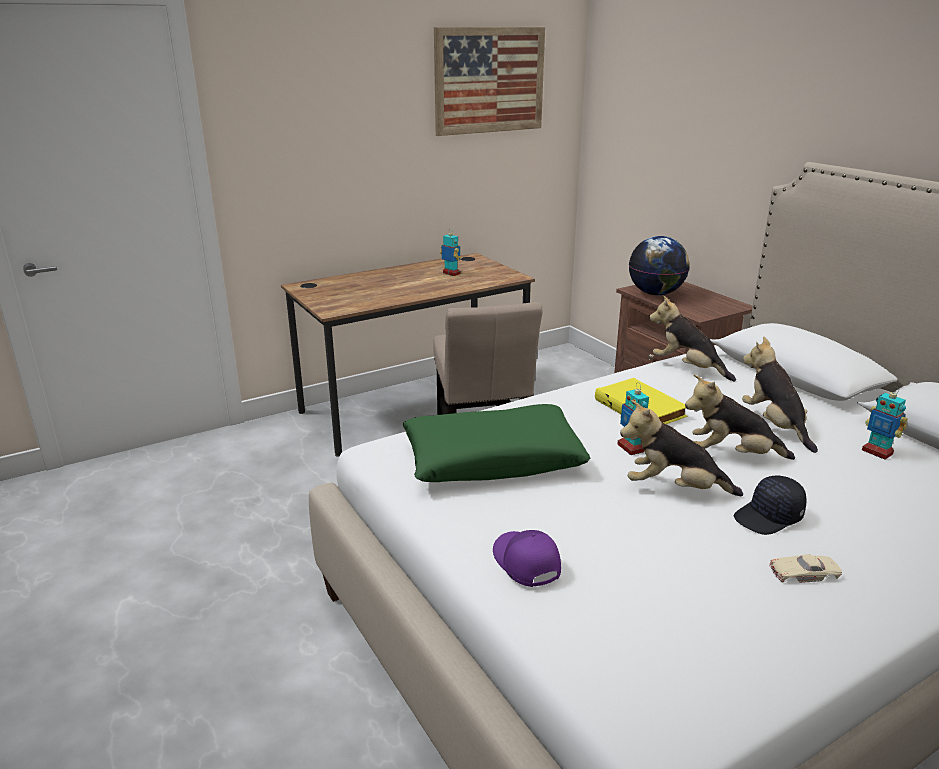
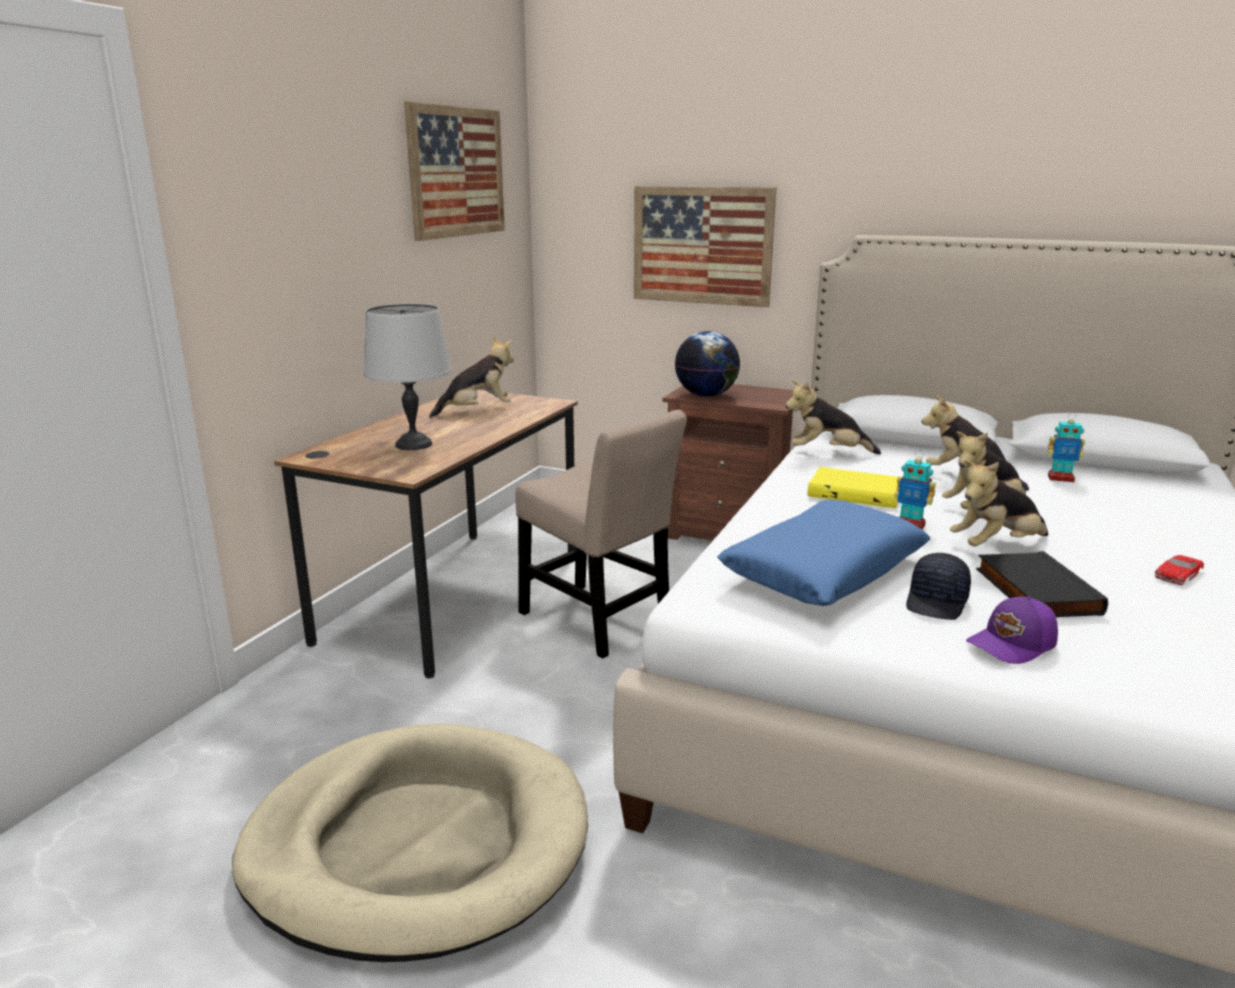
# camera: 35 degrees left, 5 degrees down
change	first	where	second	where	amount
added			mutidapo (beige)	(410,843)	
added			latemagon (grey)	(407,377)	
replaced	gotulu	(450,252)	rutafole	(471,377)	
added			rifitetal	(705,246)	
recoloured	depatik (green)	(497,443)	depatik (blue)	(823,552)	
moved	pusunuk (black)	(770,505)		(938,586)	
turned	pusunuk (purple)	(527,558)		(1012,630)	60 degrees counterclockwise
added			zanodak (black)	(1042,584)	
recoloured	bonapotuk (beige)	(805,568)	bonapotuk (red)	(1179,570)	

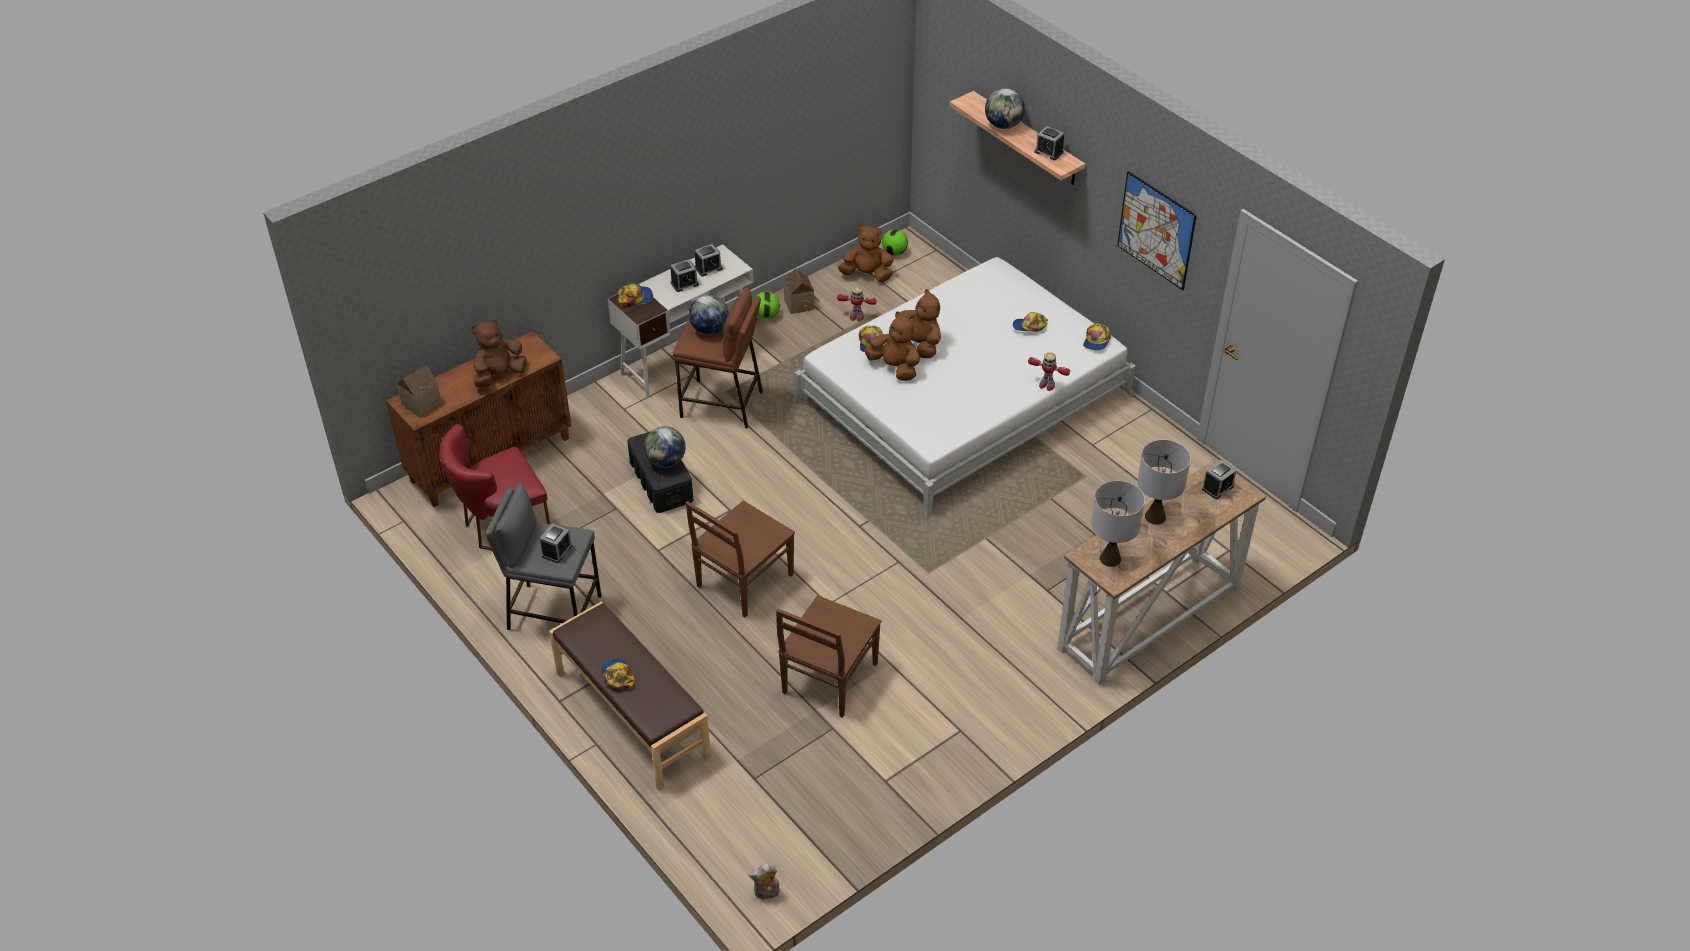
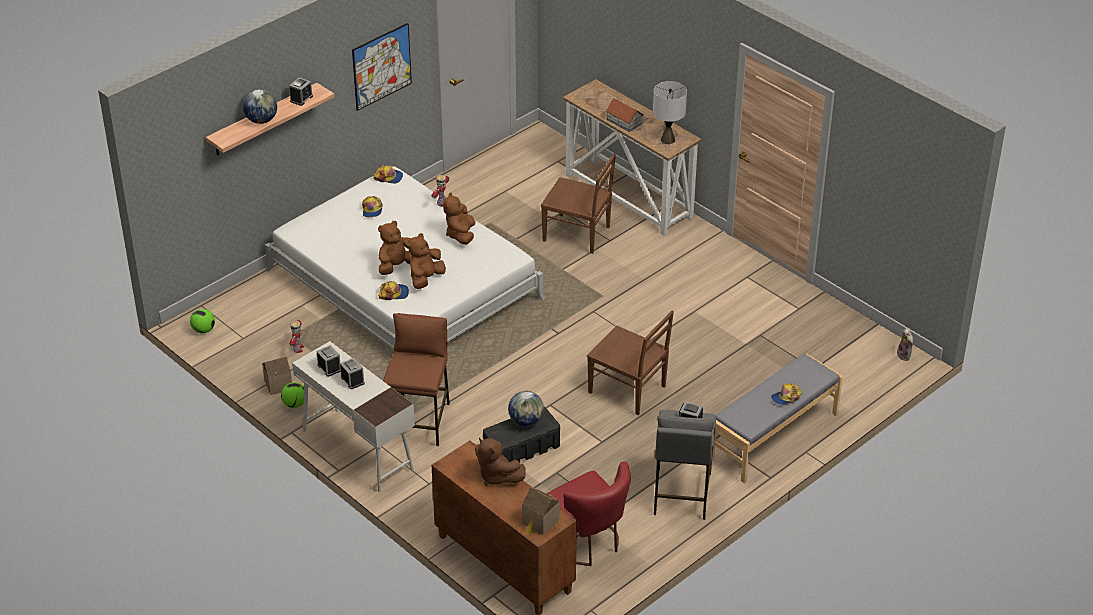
# camera: 95 degrees left, 5 degrees down
change	first	where	second	where	amount
moved	rutafole (brown)	(865,253)		(459,218)	
moved	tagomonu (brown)	(828,656)		(578,203)	
replaced	latemagon (grey)	(1164,482)	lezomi	(625,115)	
recoloured	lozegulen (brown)	(630,696)	lozegulen (grey)	(777,418)	
removed	pusunuk	(635,295)			
removed	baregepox	(709,314)			
removed	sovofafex	(1219,479)			

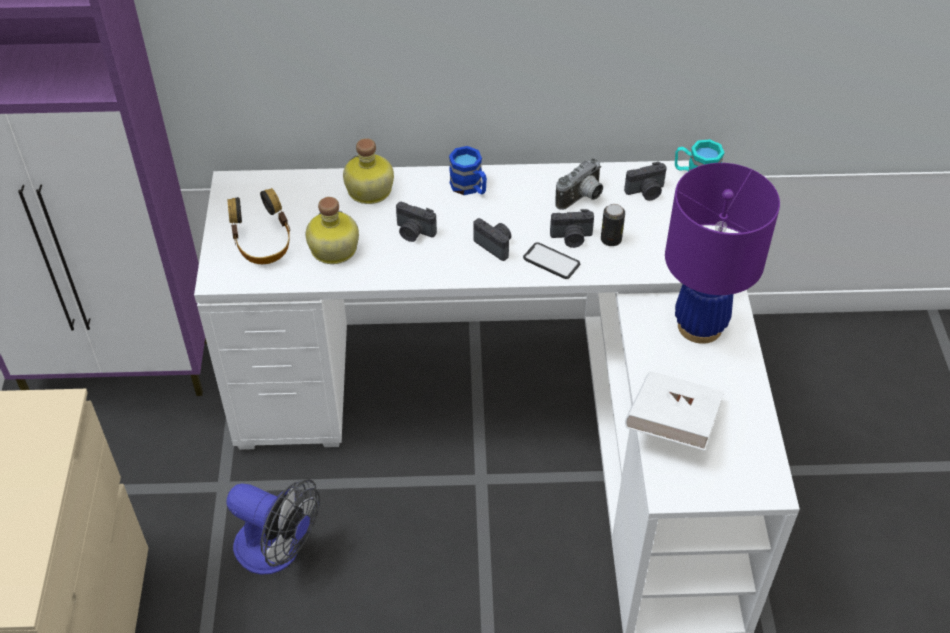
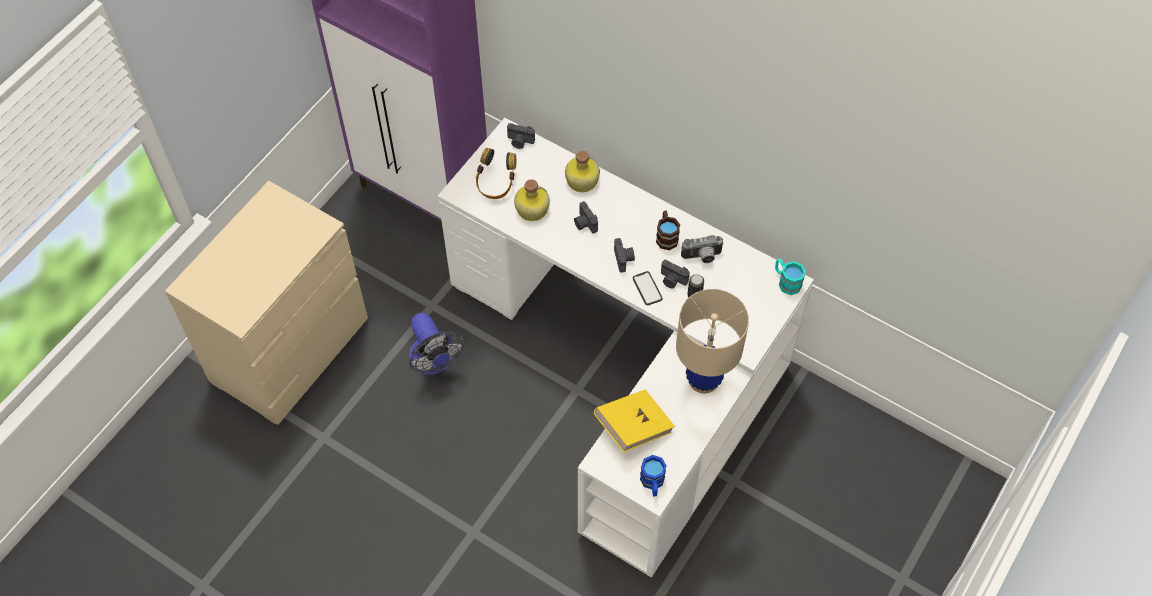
# camera: 35 degrees right, 10 degrees up
change	first	where	second	where	amount
moved	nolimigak	(645,181)		(521,136)	
recoloured	zanodak (white)	(674,411)	zanodak (yellow)	(634,420)	
moved	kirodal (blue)	(468,170)		(653,475)	
added			kirodal (brown)	(668,230)	
recoloured	latemagon (purple)	(722,253)	latemagon (beige)	(712,341)	

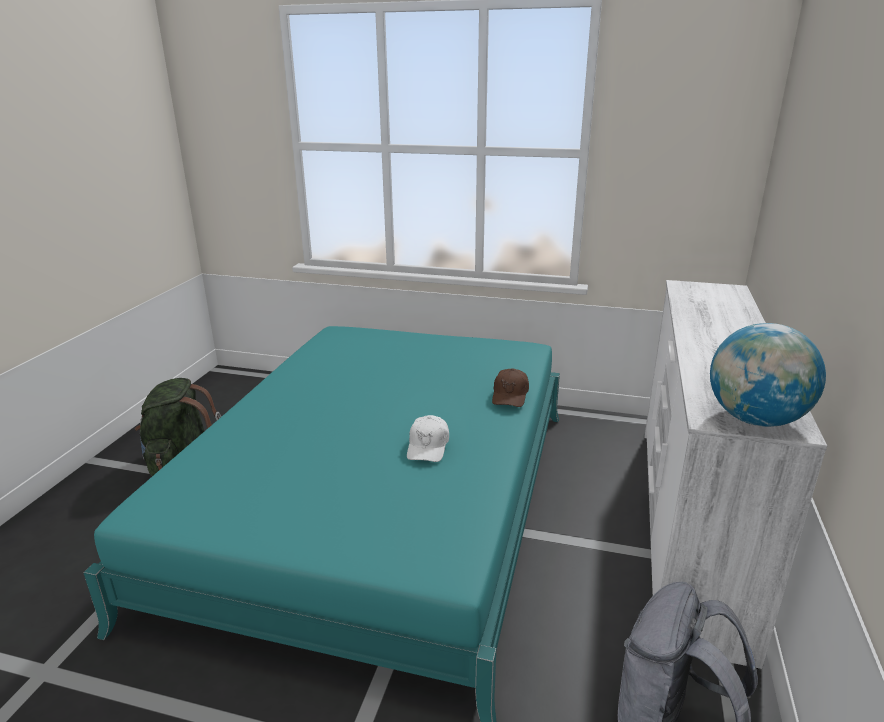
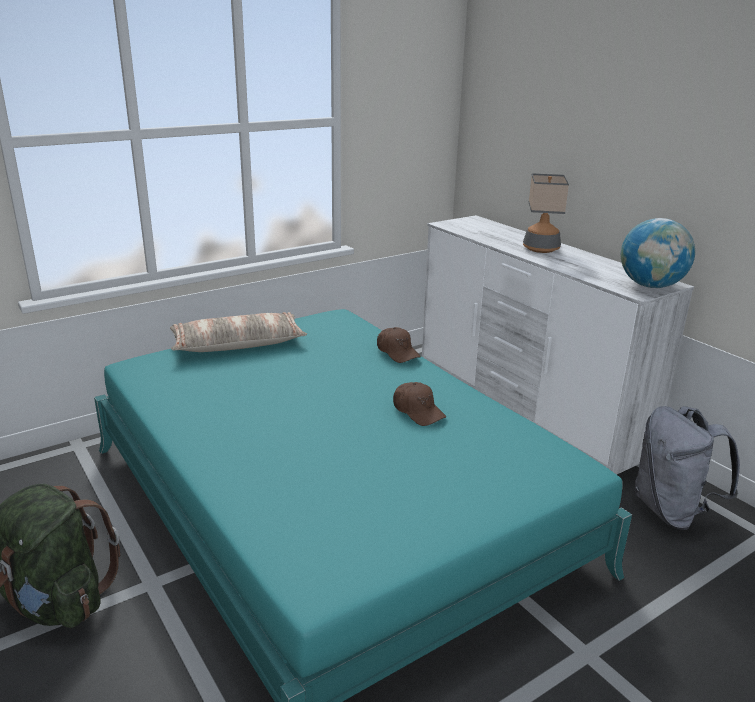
# camera: 50 degrees left, 0 degrees up
change	first	where	second	where	amount
added			depatik	(238,332)	
recoloured	pusunuk (white)	(428,438)	pusunuk (brown)	(419,404)	
added			latemagon	(546,213)	

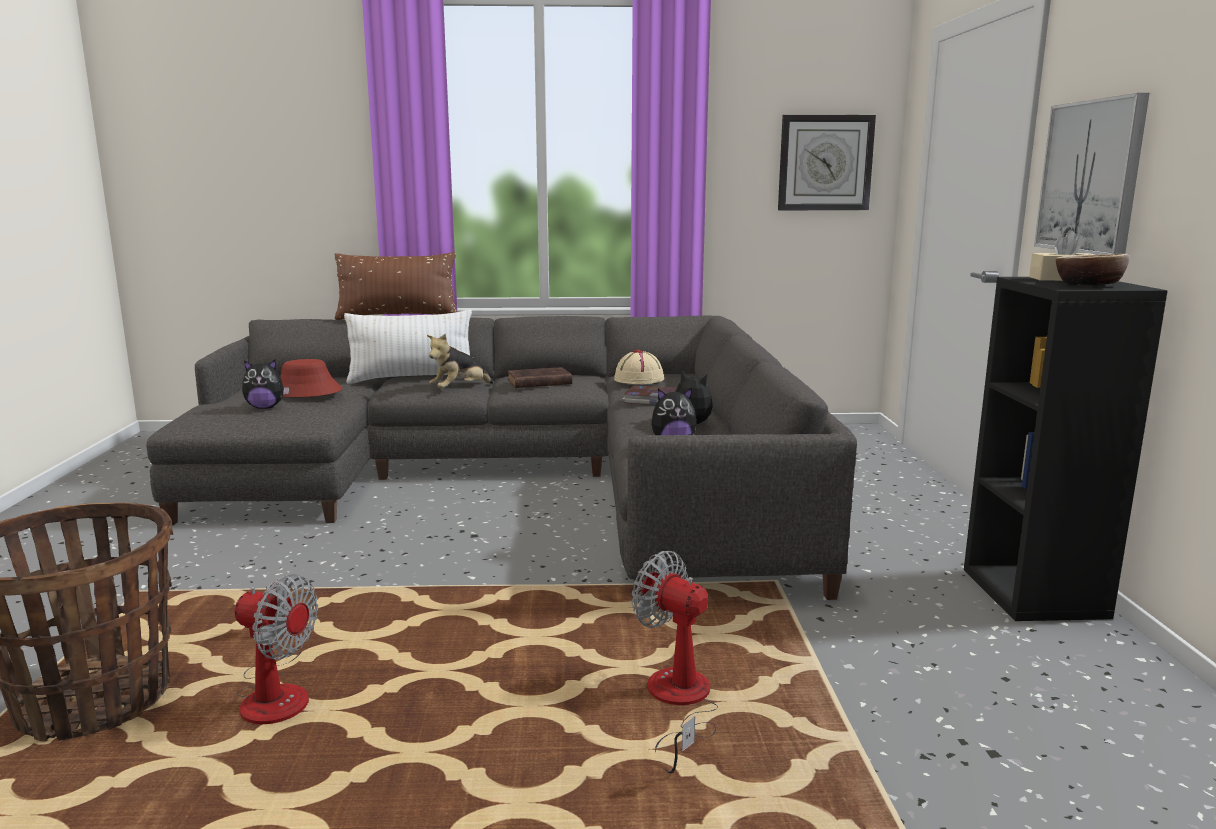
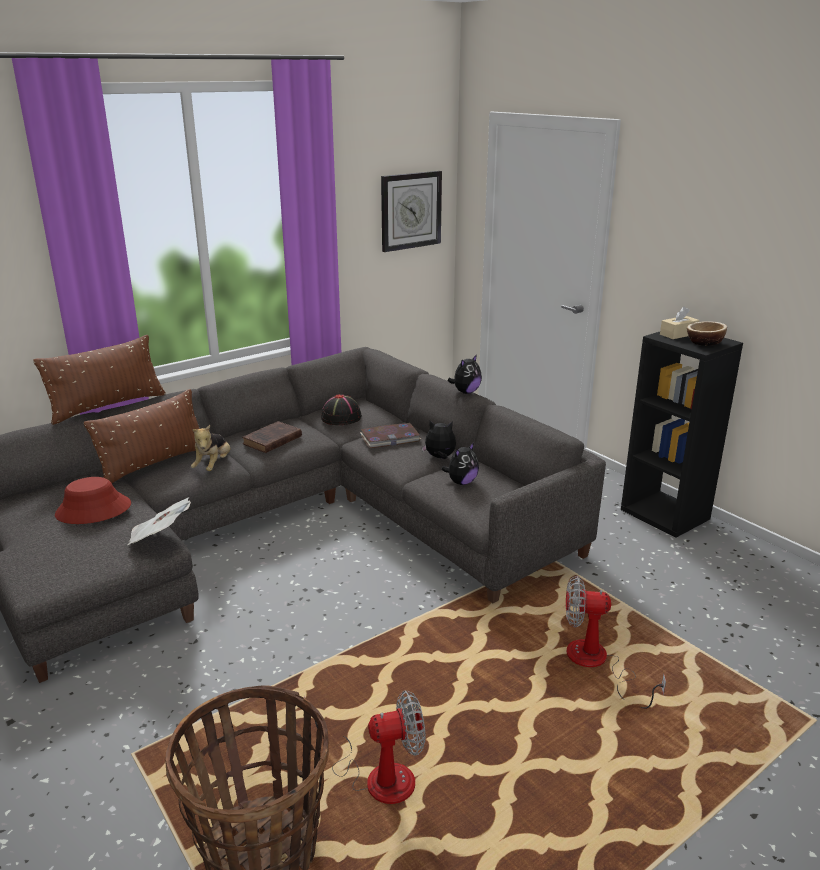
# camera: 35 degrees left, 10 degrees up
change	first	where	second	where	amount
recoloured	depatik (white)	(408,347)	depatik (brown)	(142,436)	
added			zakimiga	(159,521)	
recoloured	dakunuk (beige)	(639,367)	dakunuk (black)	(341,409)	
moved	rutafole	(265,384)		(464,374)	
removed	rifitetal	(1091,174)			

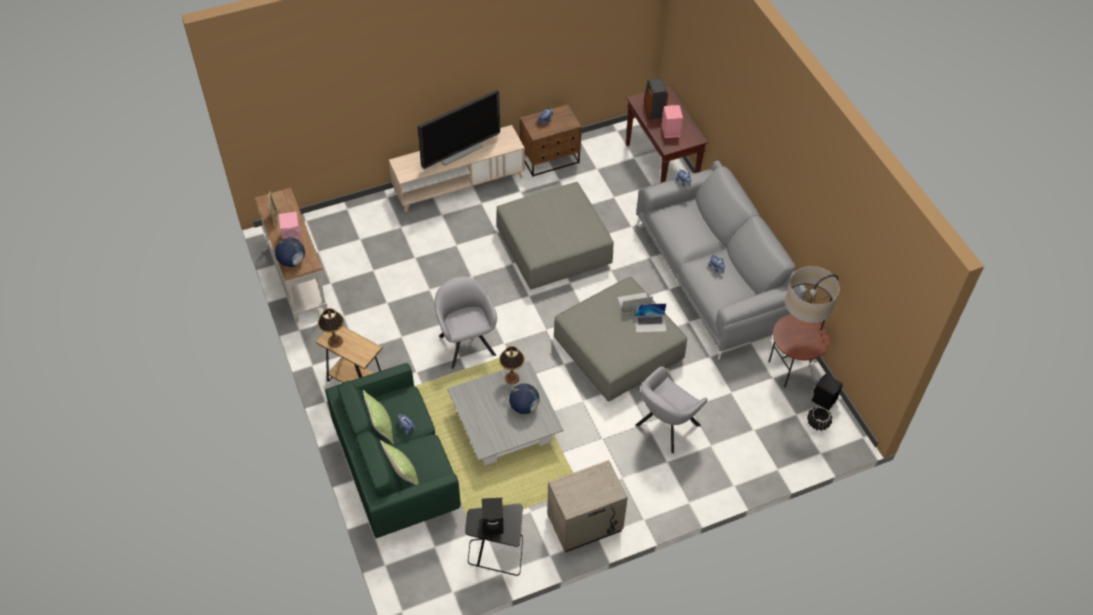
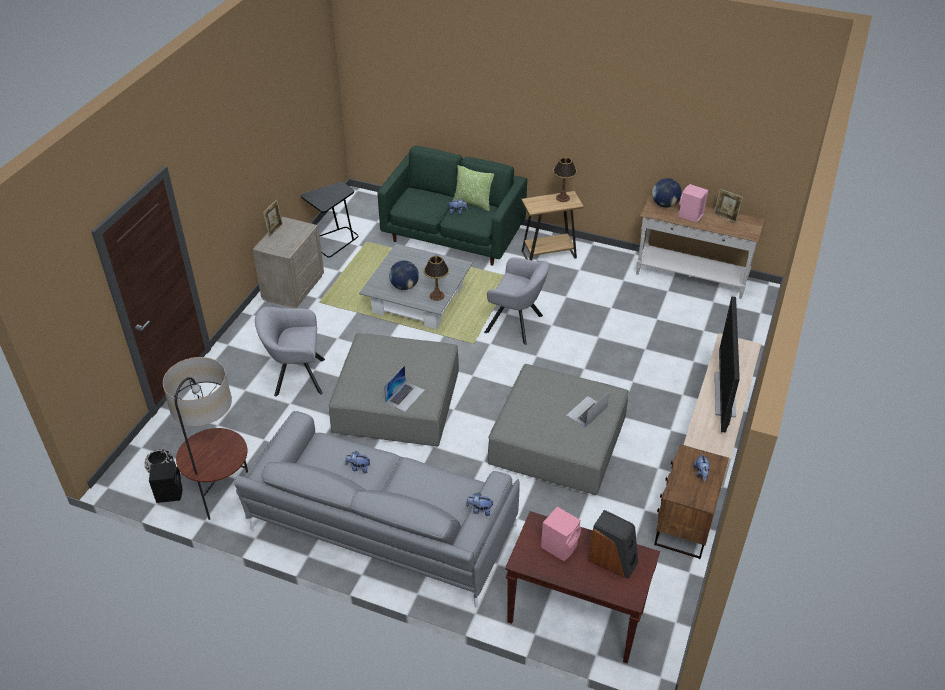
# camera: 135 degrees right, 10 degrees down
change	first	where	second	where	amount
turned	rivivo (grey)	(671,410)		(290,351)	90 degrees counterclockwise
added			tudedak	(273,218)	
moved	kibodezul	(650,317)		(587,409)	
removed	depatik	(399,462)			
removed	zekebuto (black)	(493,516)			

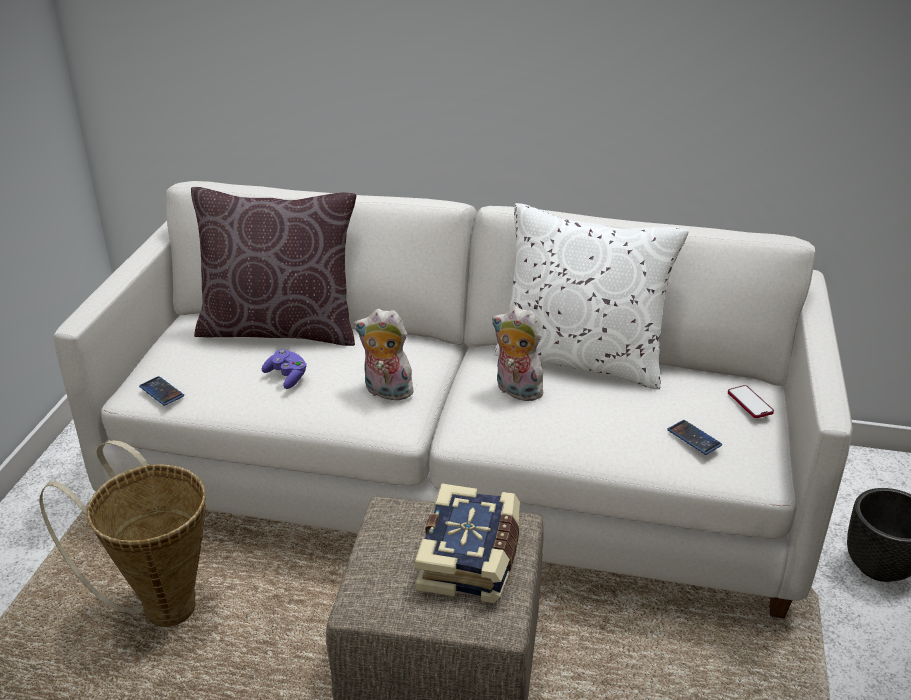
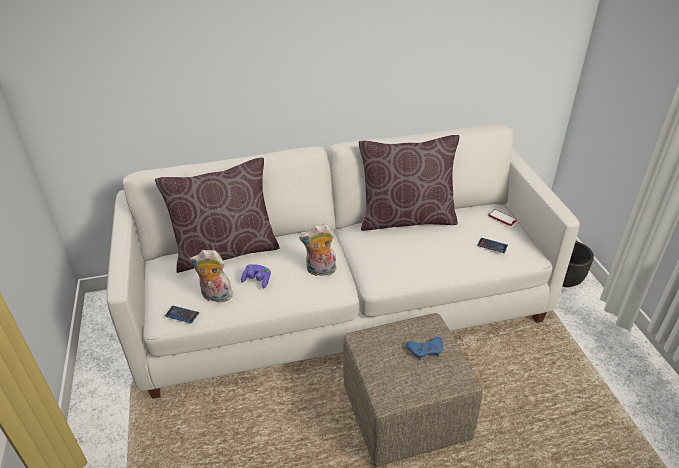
# camera: 25 degrees left, 5 degrees up
change	first	where	second	where	amount
moved	rutafole	(517,354)		(211,276)	
recoloured	depatik (white)	(591,296)	depatik (brown)	(409,183)	
replaced	zanodak	(467,543)	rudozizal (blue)	(424,348)	
removed	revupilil	(122,533)			

